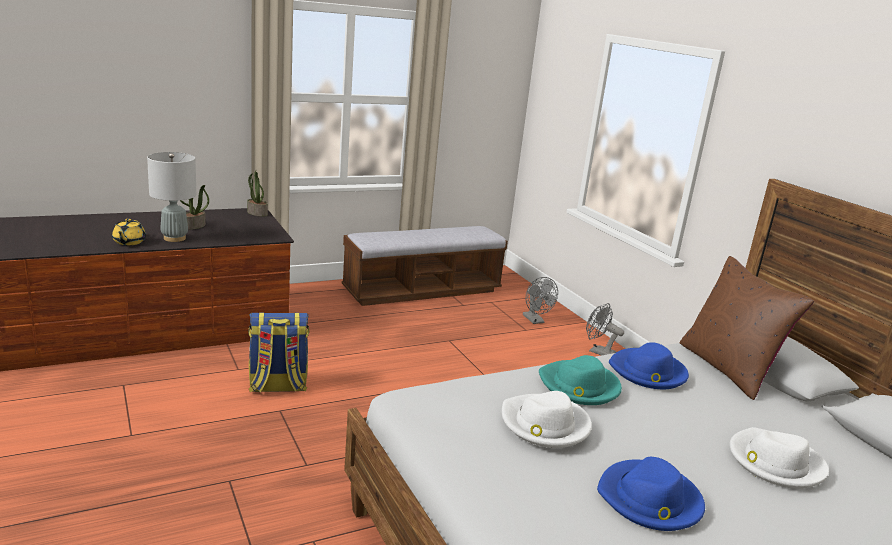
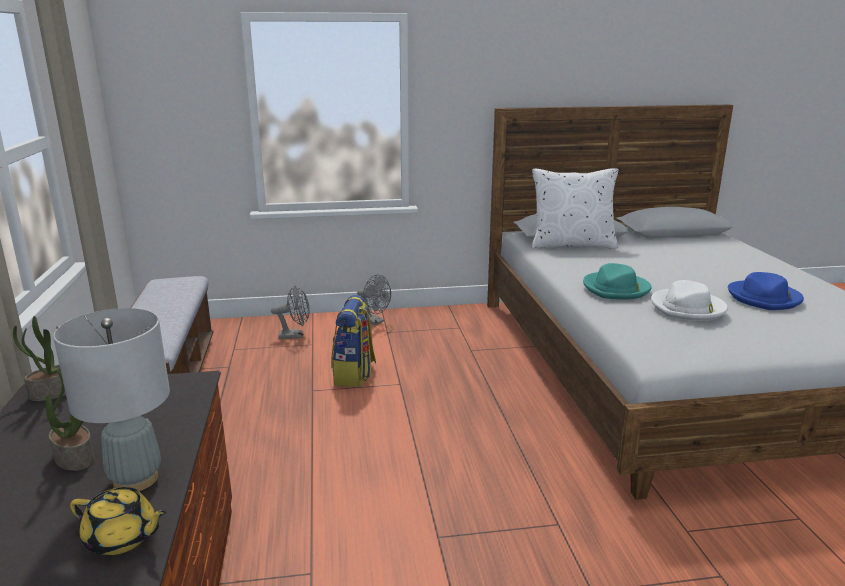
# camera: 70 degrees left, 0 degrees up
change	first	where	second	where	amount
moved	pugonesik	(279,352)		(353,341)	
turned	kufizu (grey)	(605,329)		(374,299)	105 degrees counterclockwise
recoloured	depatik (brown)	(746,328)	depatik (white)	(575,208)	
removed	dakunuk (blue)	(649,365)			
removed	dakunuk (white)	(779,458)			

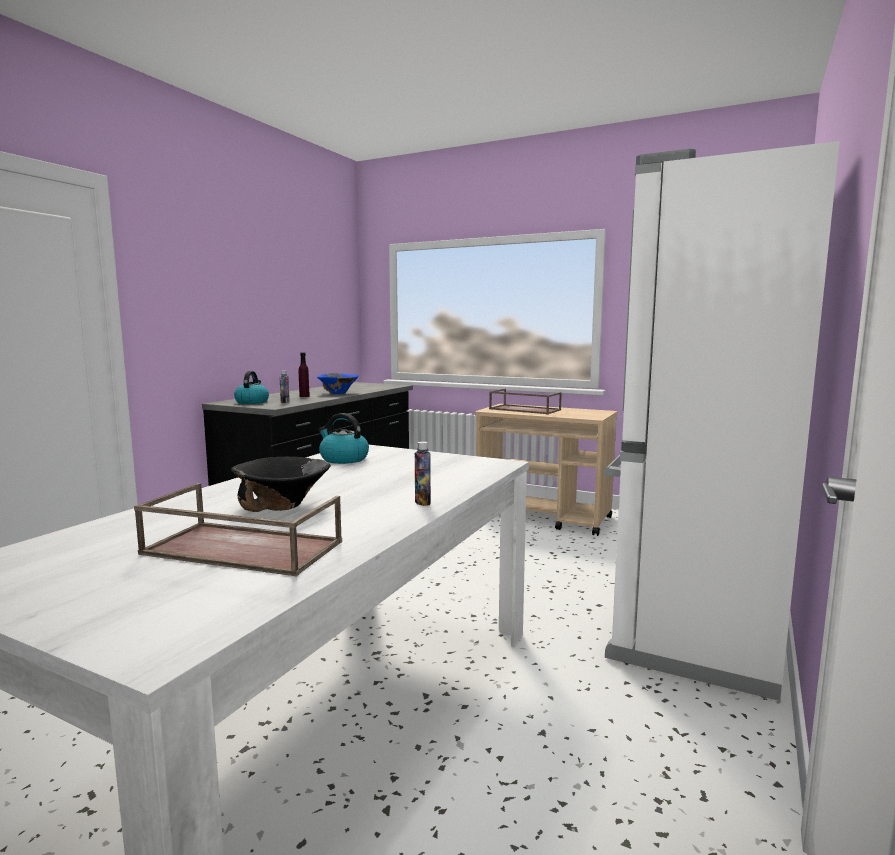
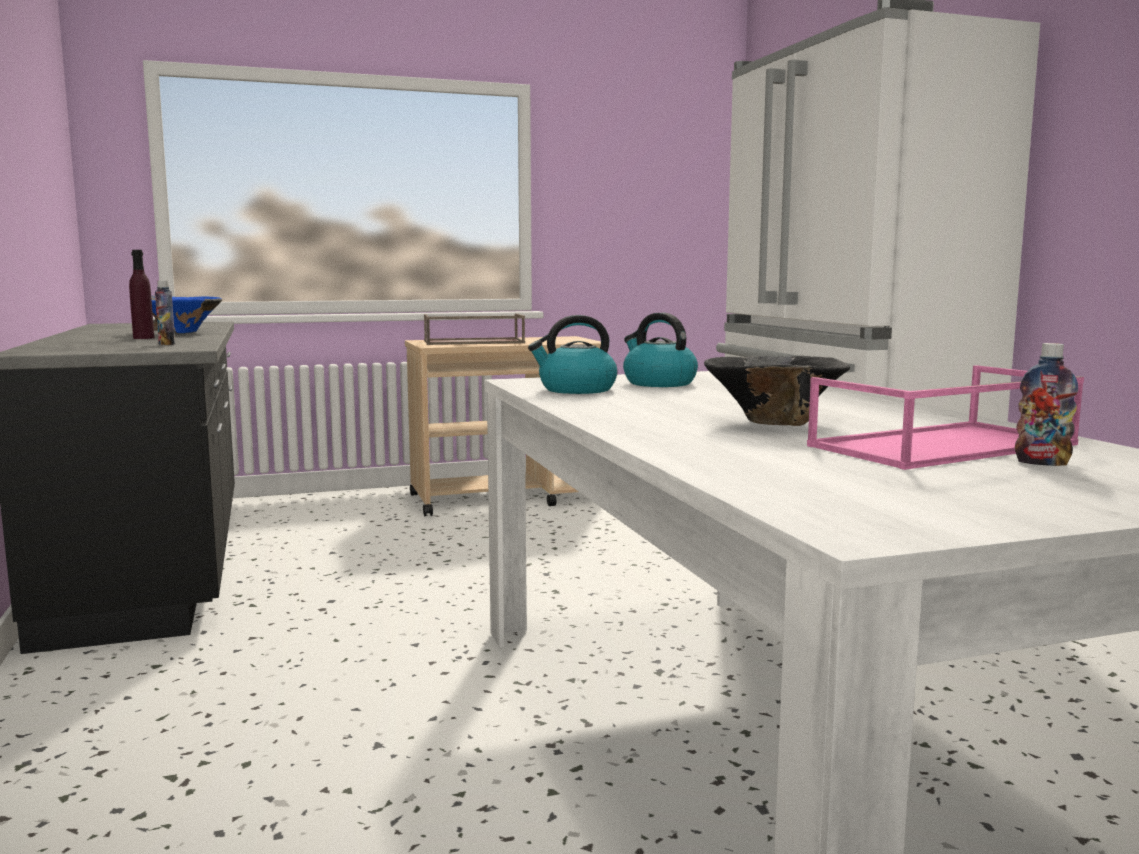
# camera: 45 degrees left, 0 degrees up
change	first	where	second	where	amount
moved	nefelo	(251,387)		(660,350)	
recoloured	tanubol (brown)	(238,529)	tanubol (pink)	(945,417)	
moved	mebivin	(423,473)		(1046,404)	

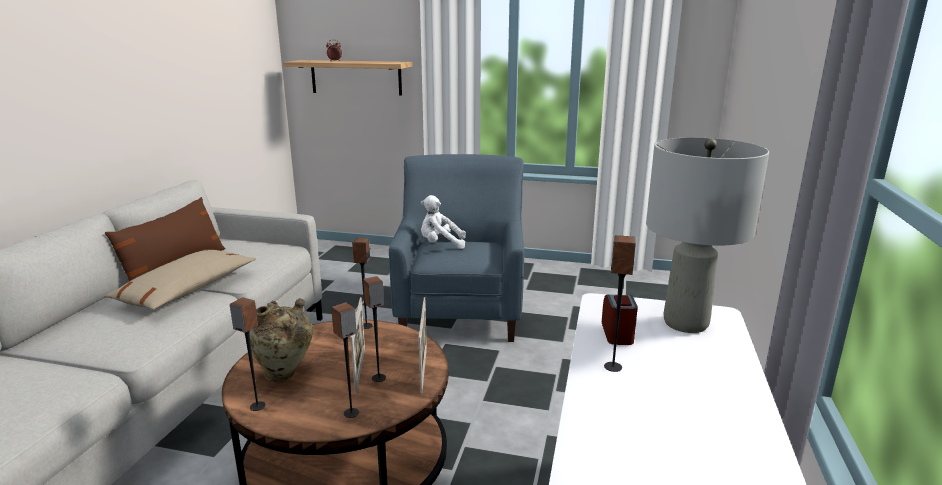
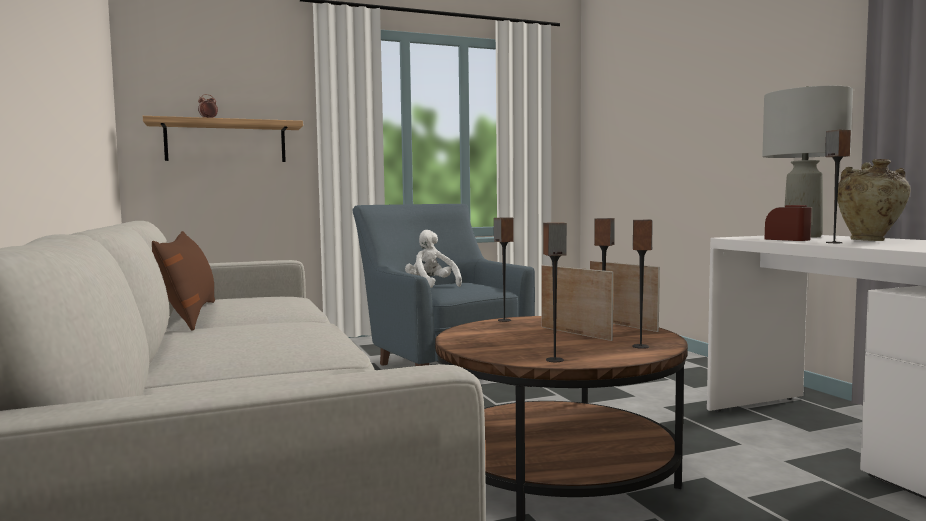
# camera: 35 degrees left, 15 degrees down
change	first	where	second	where	amount
turned	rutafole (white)	(443,222)		(433,259)	90 degrees clockwise
moved	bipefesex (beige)	(281,340)		(874,200)	
removed	depatik (beige)	(180,279)			

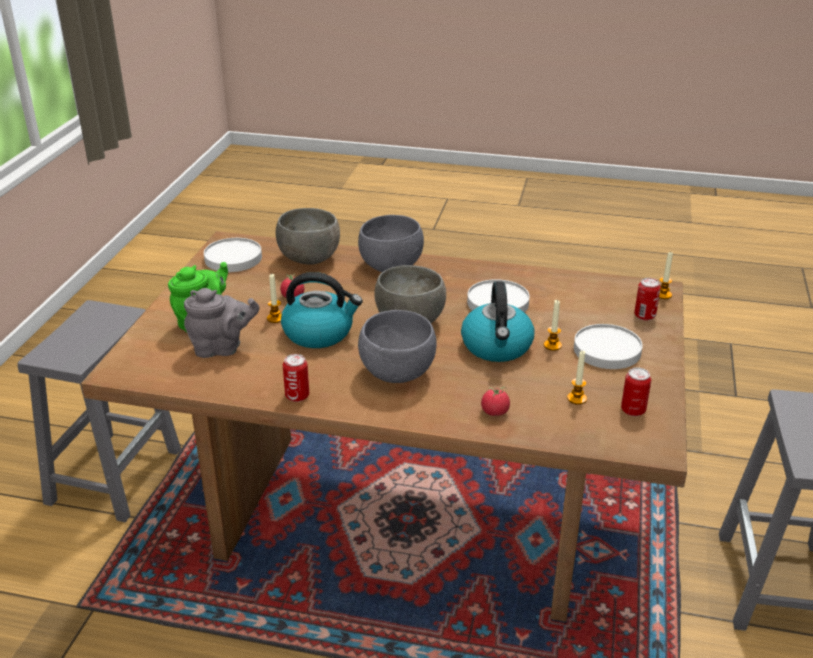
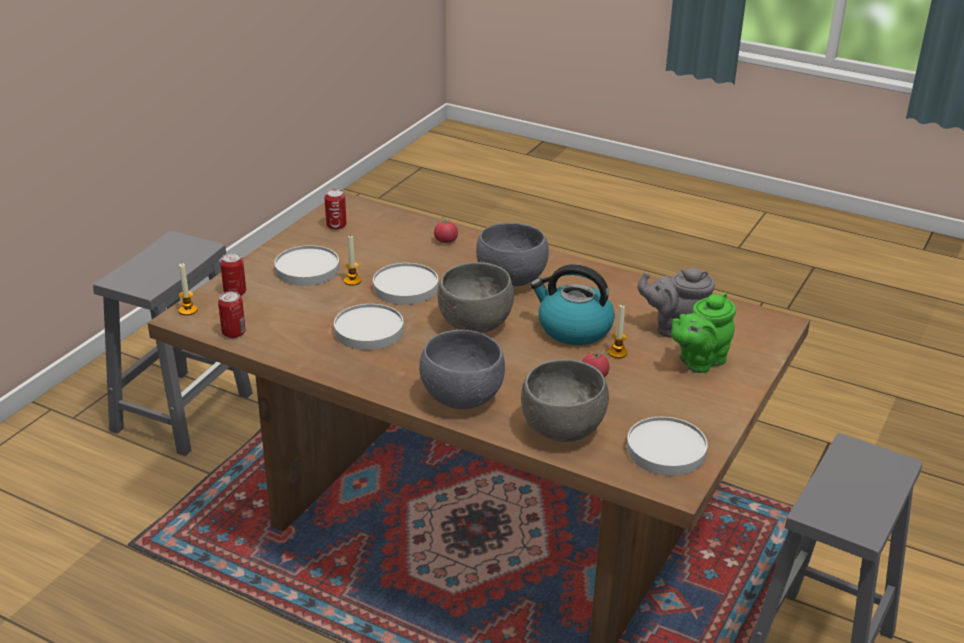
# camera: 165 degrees left, 0 degrees up
change	first	where	second	where	amount
moved	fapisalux	(296,378)		(231,314)	
replaced	nefelo	(497,322)	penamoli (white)	(405,284)	
removed	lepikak	(577,378)			

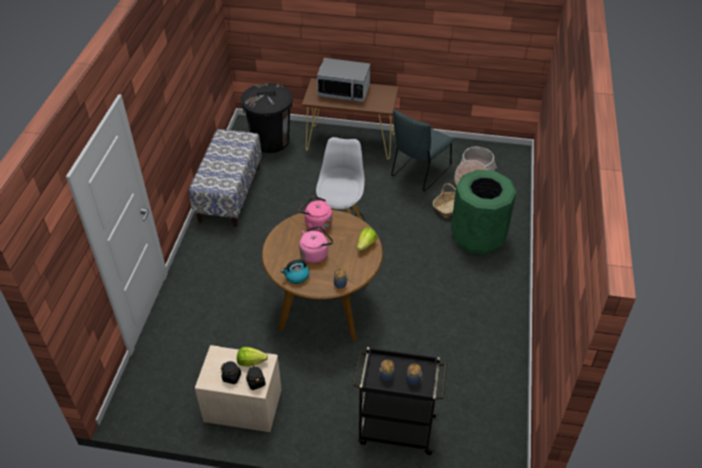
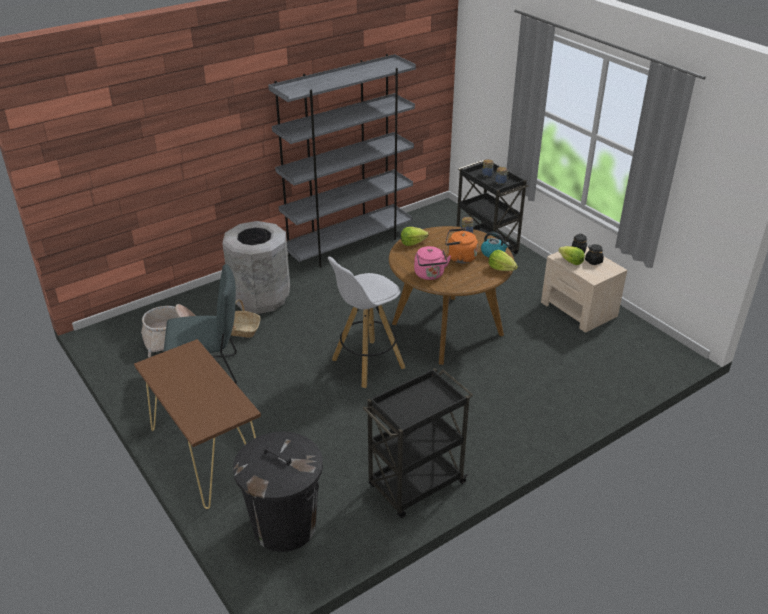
# camera: 135 degrees left, 10 degrees down
change	first	where	second	where	amount
recoloured	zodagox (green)	(483,212)	zodagox (grey)	(256,267)	
added			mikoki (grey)	(342,161)	
replaced	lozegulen	(225,178)	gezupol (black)	(418,443)	
recoloured	nefelo (pink)	(316,244)	nefelo (orange)	(461,245)	
added			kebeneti	(503,260)	
removed	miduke	(343,80)			

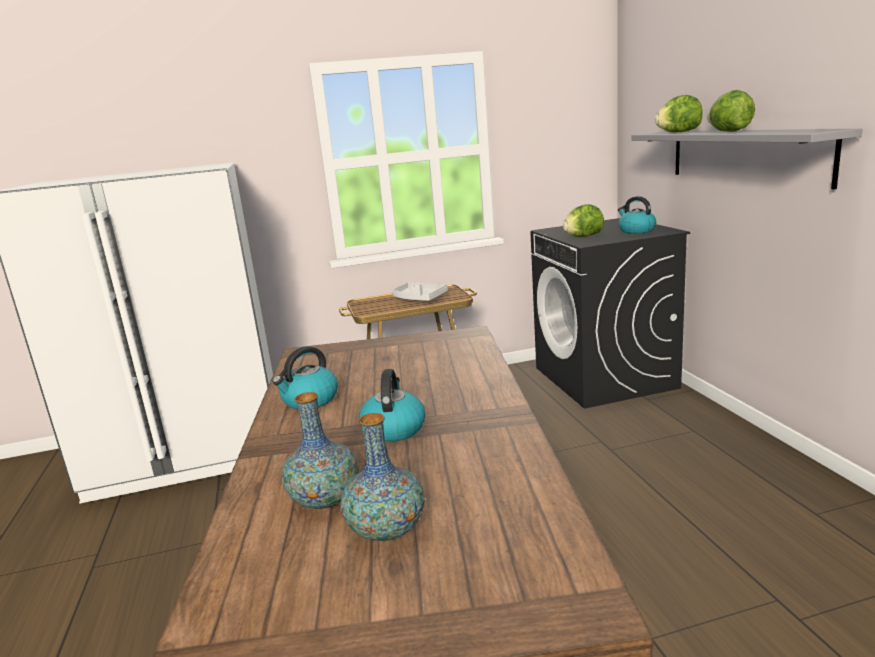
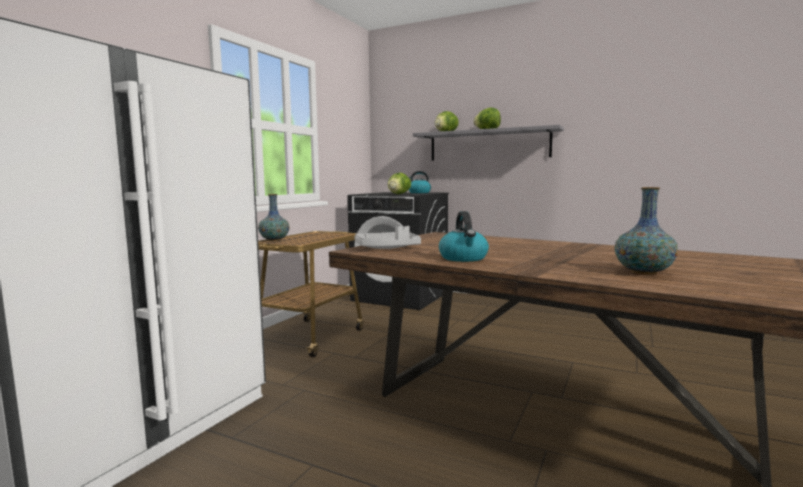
# camera: 50 degrees left, 10 degrees down
change	first	where	second	where	amount
moved	bipefesex	(383,477)		(273,217)	
moved	tanubol (grey)	(420,291)		(387,237)	
removed	nefelo	(392,405)			

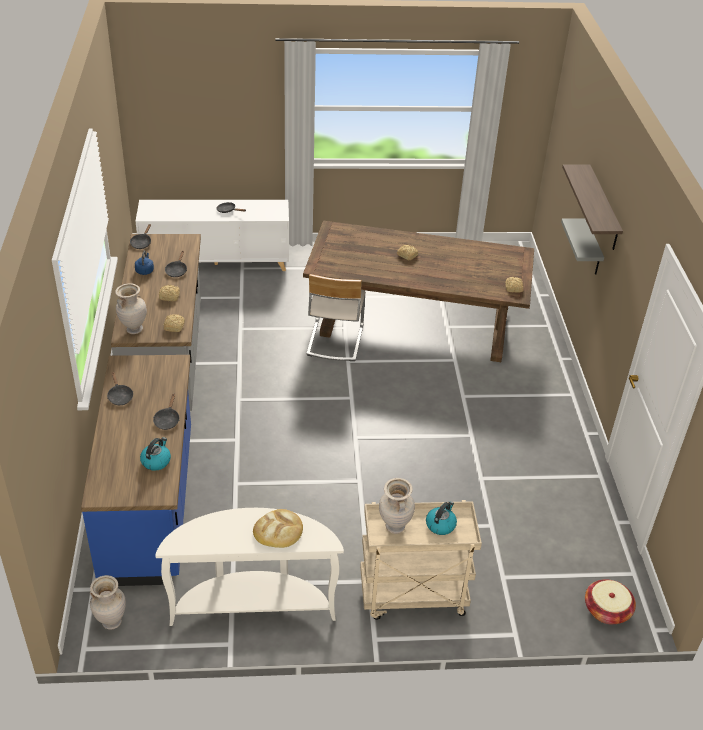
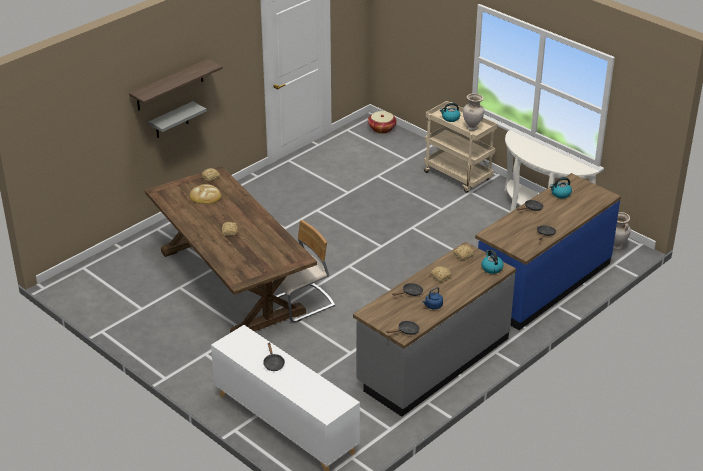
# camera: 130 degrees left, 5 degrees down
change	first	where	second	where	amount
moved	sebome	(278,528)		(205,194)	
replaced	bipefesex (beige)	(131,308)	nefelo	(492,262)	

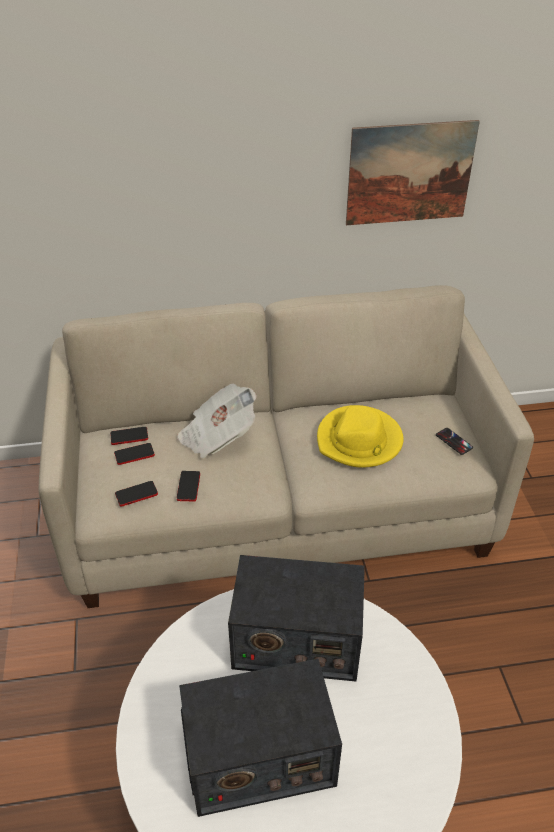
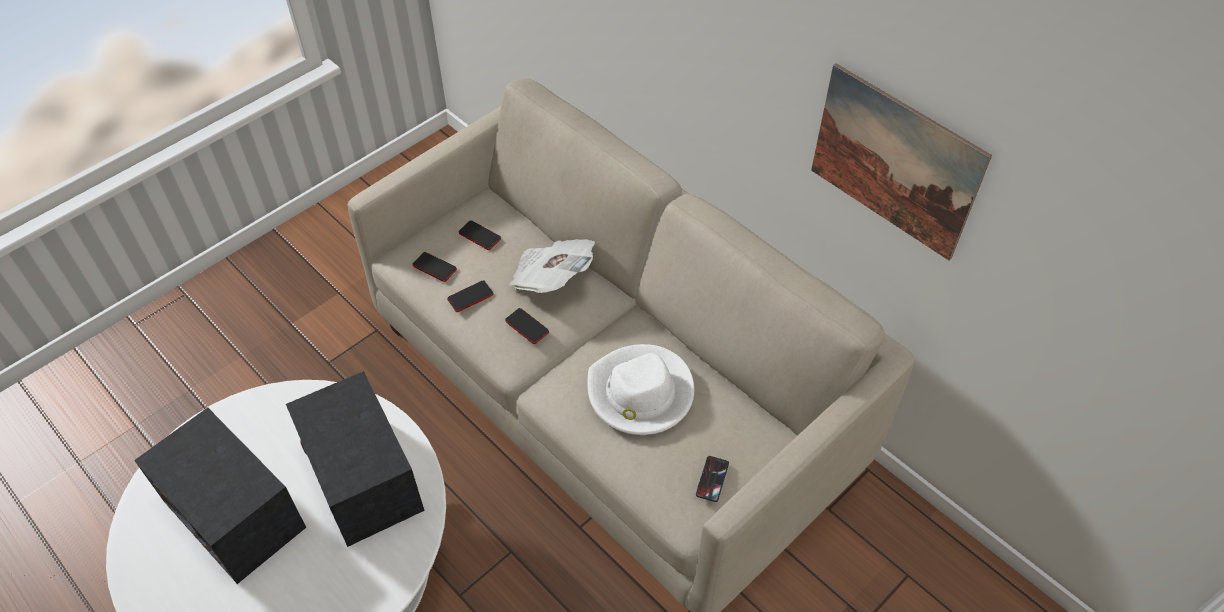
# camera: 55 degrees right, 10 degrees up
change	first	where	second	where	amount
moved	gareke	(129,436)		(527,326)	
recoloured	dakunuk (yellow)	(360,436)	dakunuk (white)	(640,389)	

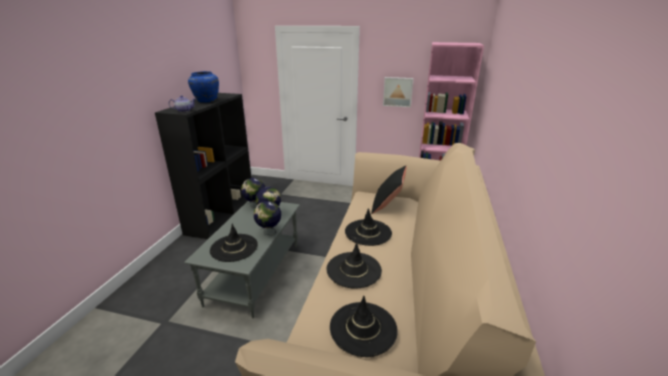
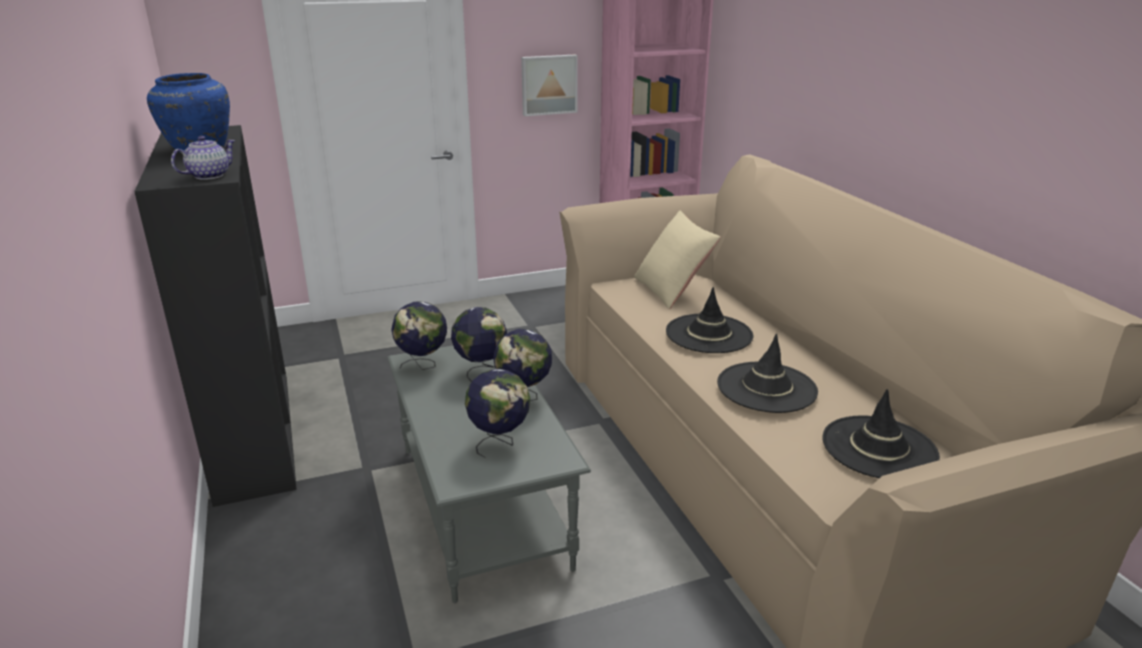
# camera: 35 degrees left, 0 degrees up
change	first	where	second	where	amount
replaced	dakunuk (black)	(234,243)	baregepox	(497,413)	
recoloured	depatik (black)	(389,190)	depatik (beige)	(677,260)	

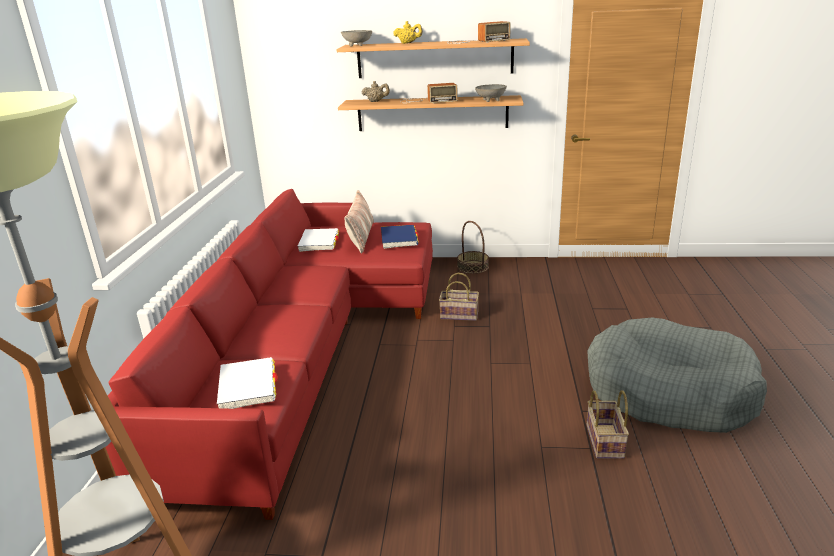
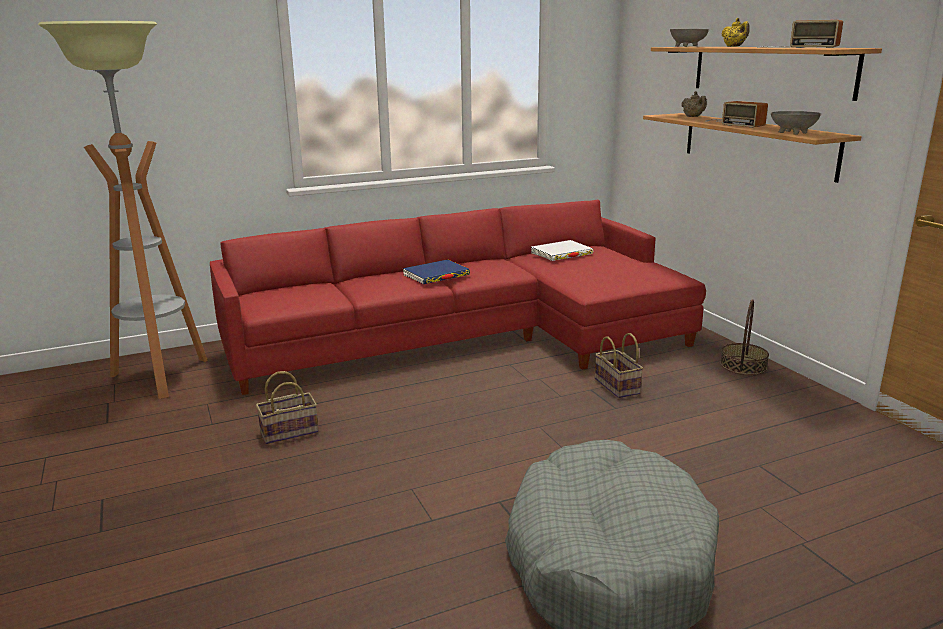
# camera: 60 degrees right, 5 degrees down
change	first	where	second	where	amount
moved	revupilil	(608,424)		(287,407)	
moved	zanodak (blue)	(400,237)		(436,271)	
removed	zanodak (white)	(247,383)			
removed	depatik	(359,221)			

